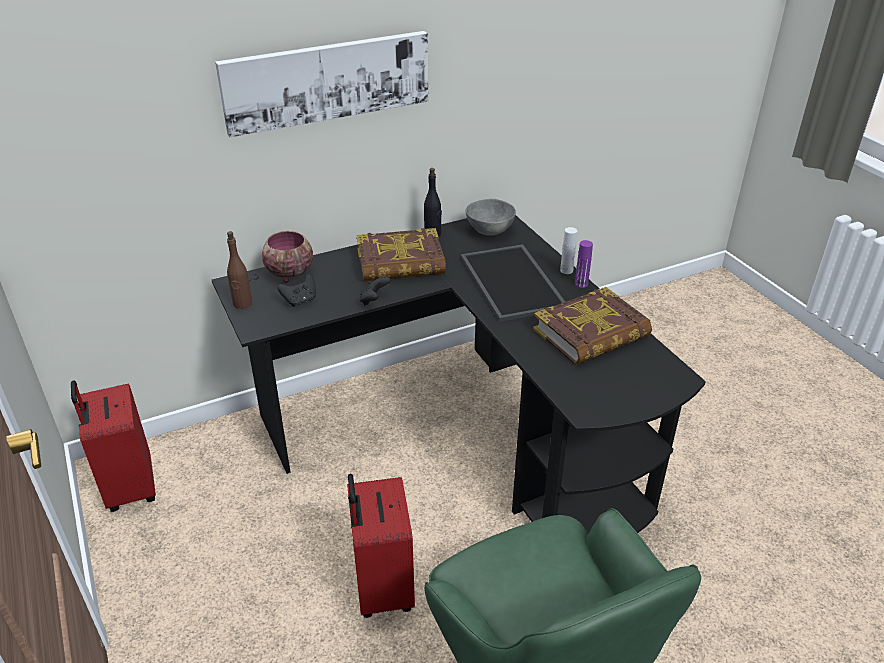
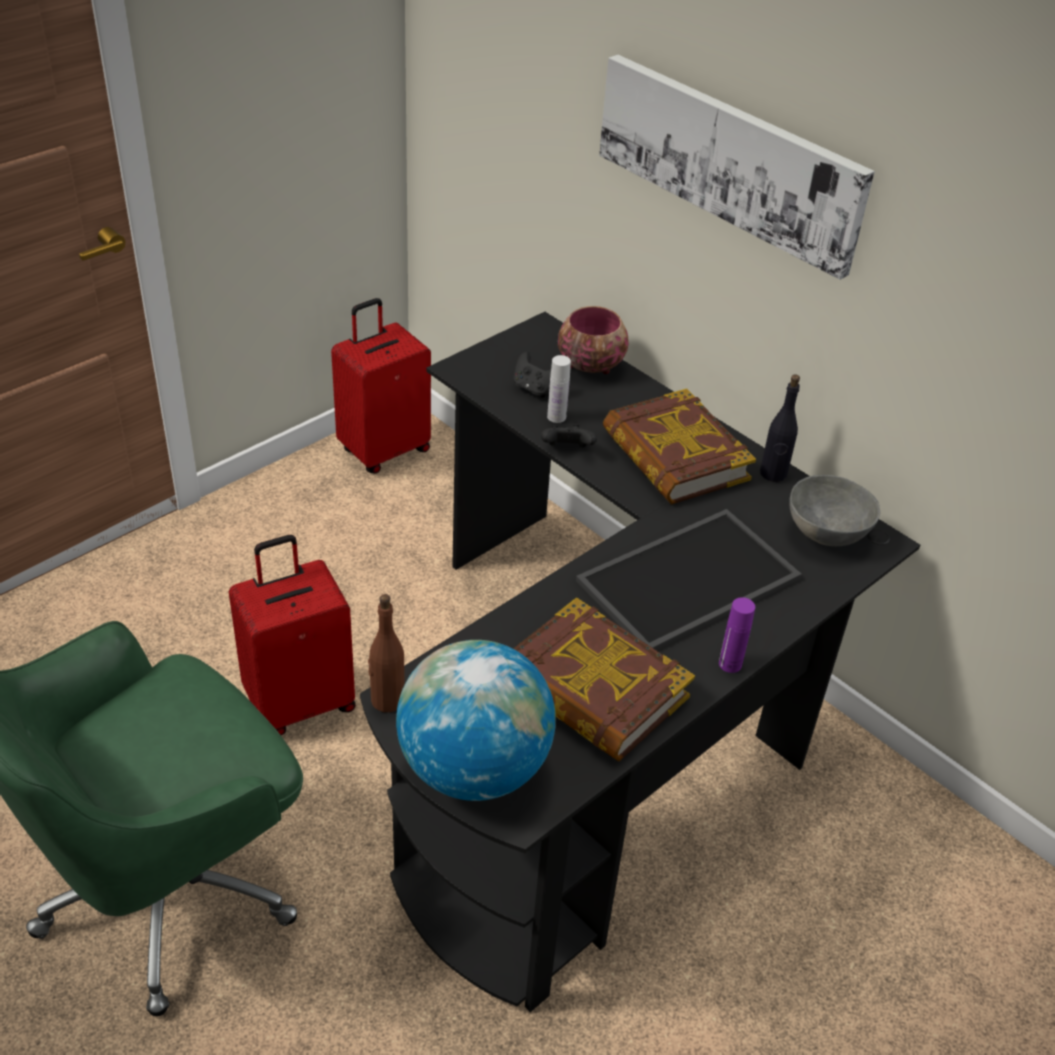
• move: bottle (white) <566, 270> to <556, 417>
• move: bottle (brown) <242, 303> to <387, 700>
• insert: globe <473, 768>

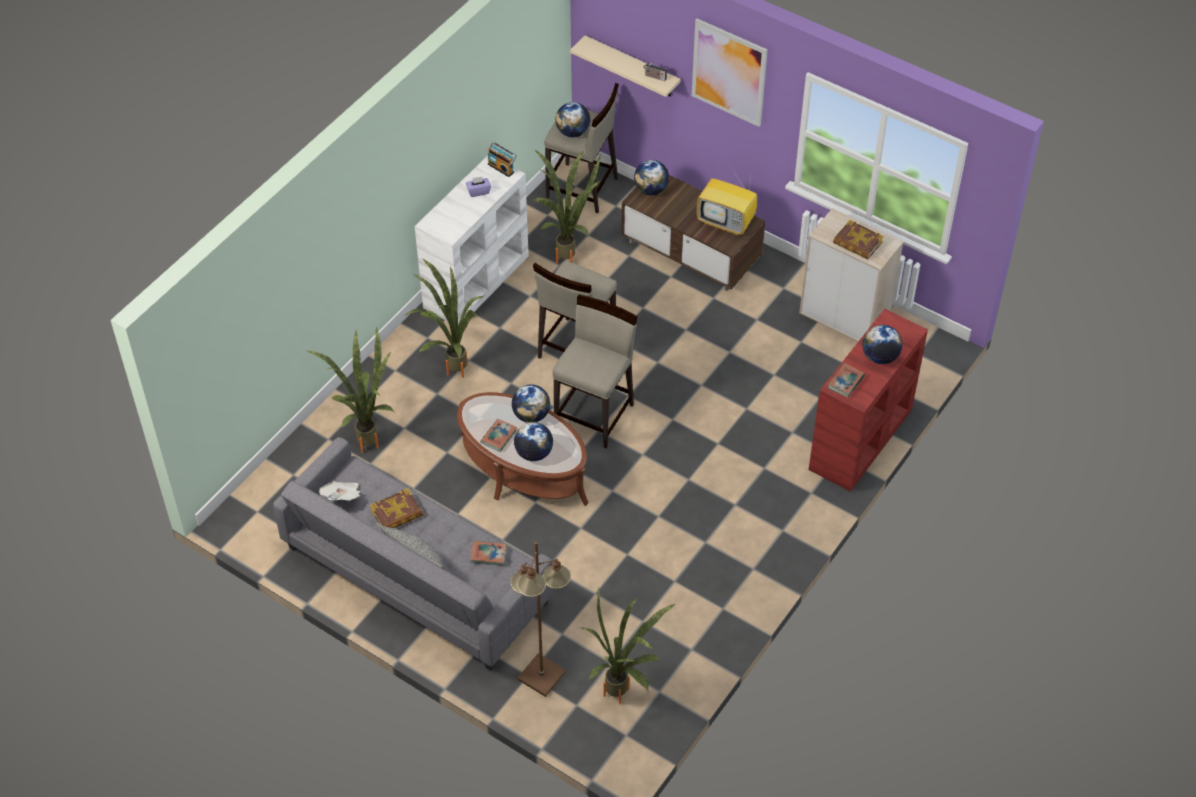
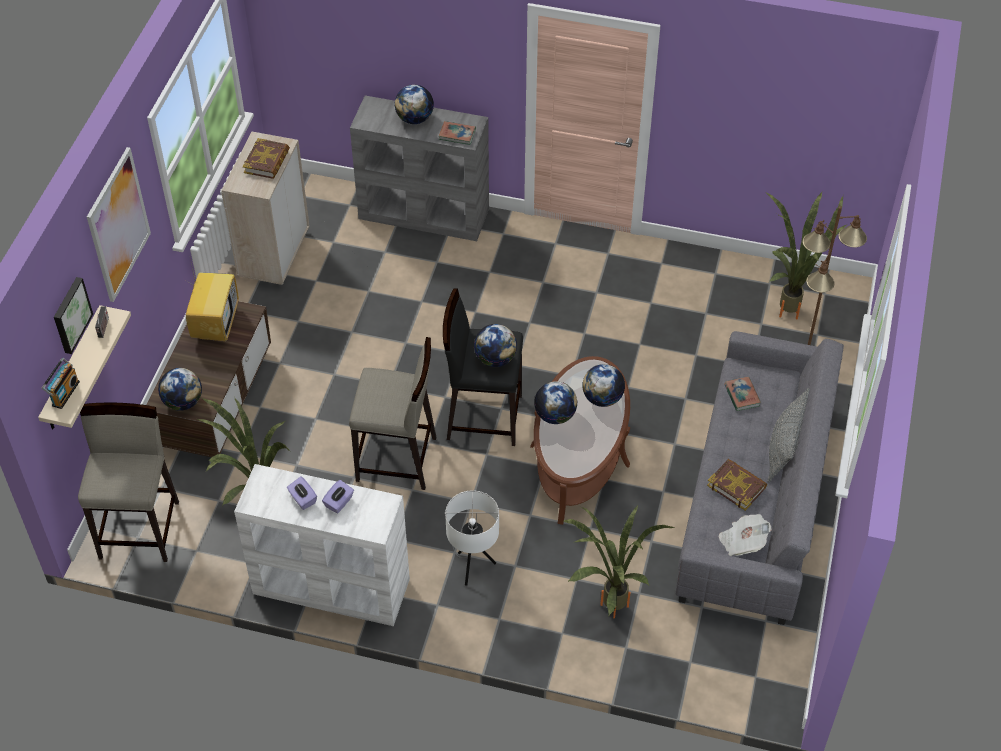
• move: globe <572, 132> to <495, 359>
• move: radio <502, 168> to <64, 393>
• replace: potted plant <451, 367> to table lamp (white) <472, 565>
• recolor: stool (beige) <595, 415> to stool (black) <483, 416>
• recolor: bookcase (red) <861, 440> to bookcase (grey) <424, 213>
• delete: book <498, 437>
• insert: picture <70, 315>
• insert: tissue box (purple) <339, 502>

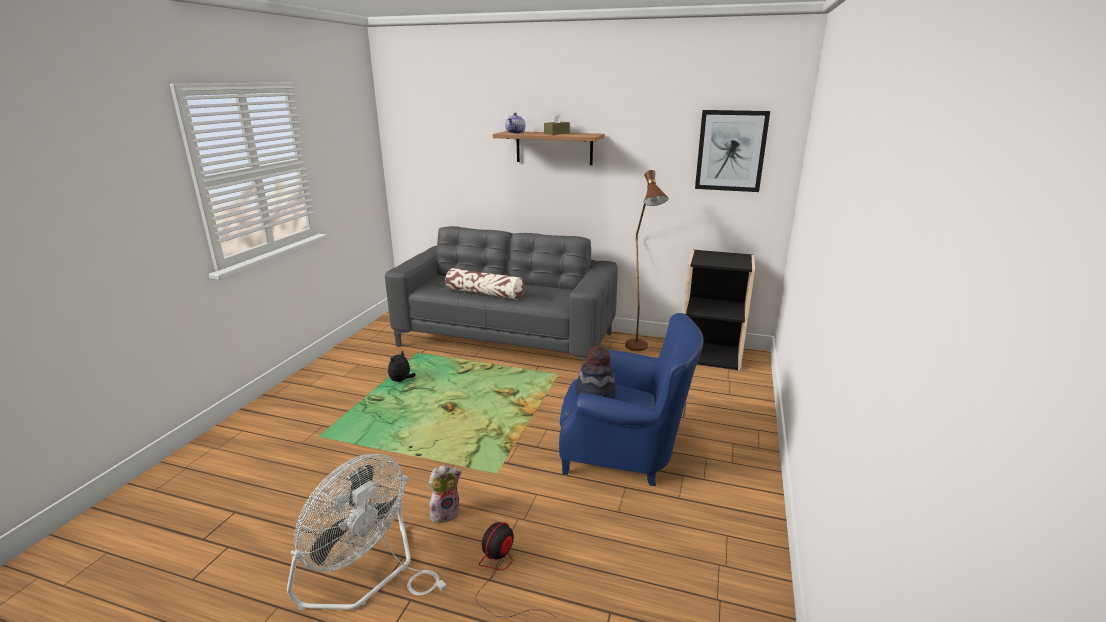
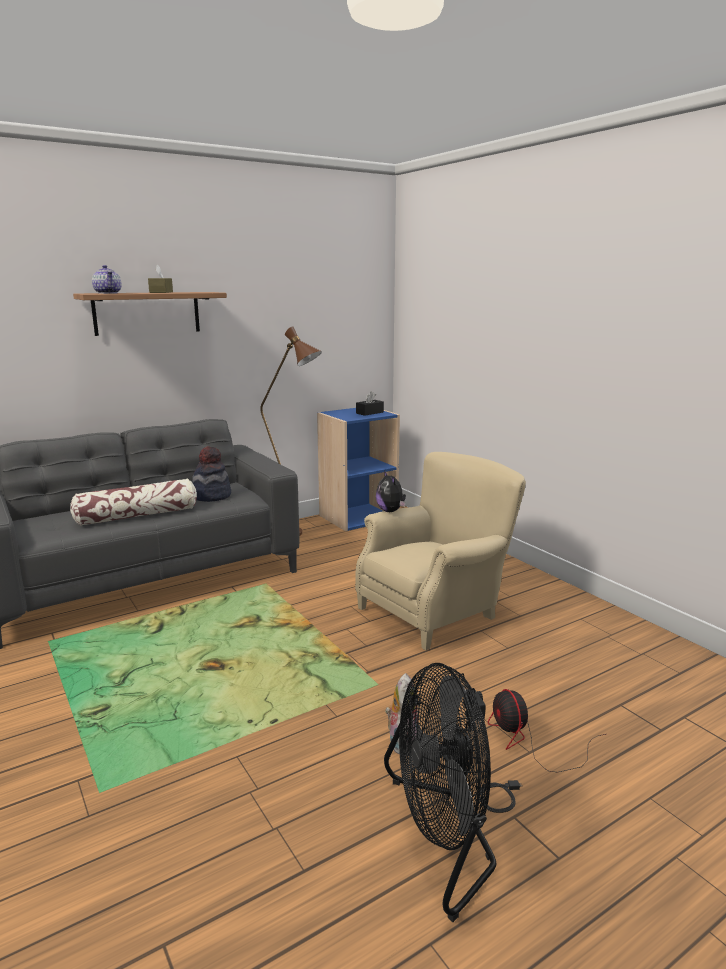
• delete: picture <731, 151>
• recolor: bookcase (black) <711, 354> to bookcase (blue) <358, 517>
• recolor: armchair (blue) <624, 452> to armchair (beige) <435, 609>
• move: hat <595, 394> to <211, 496>
• move: plush toy <401, 380> to <391, 511>
• recolor: fan (white) <375, 574> to fan (black) <450, 830>
• insert: tissue box (black) <369, 413>

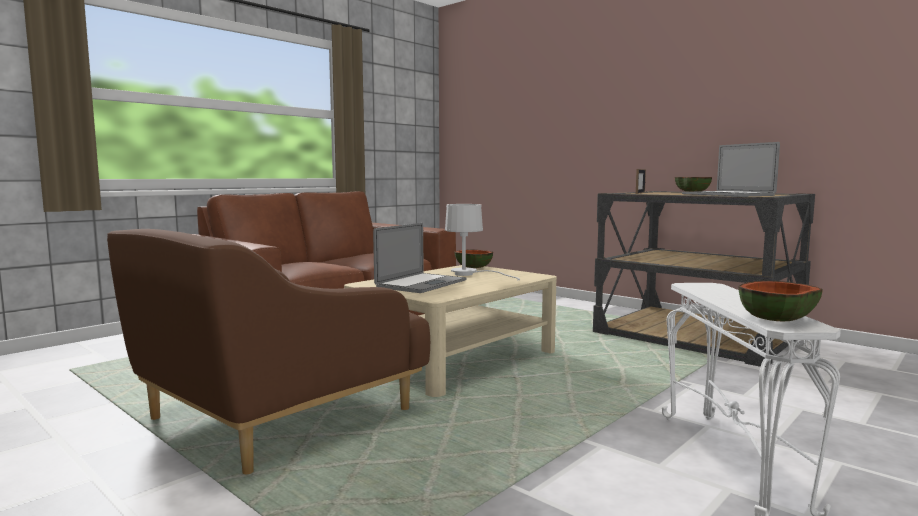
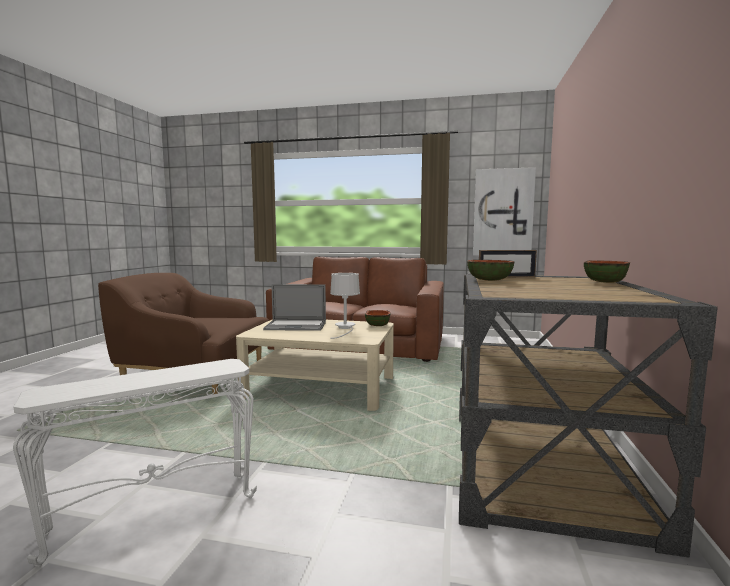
• delete: laptop <727, 195>
• move: bowl <777, 319> to <489, 280>
• insert: picture <503, 212>

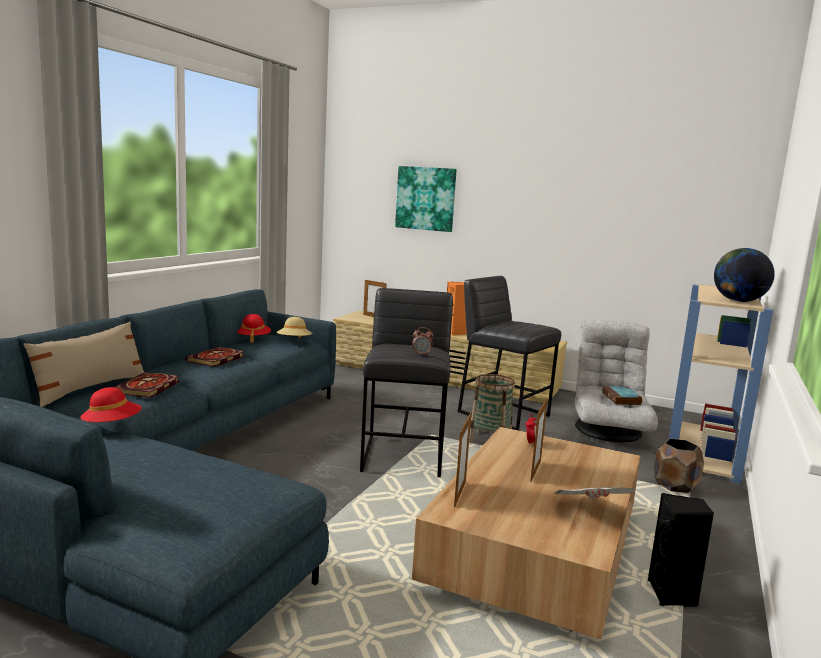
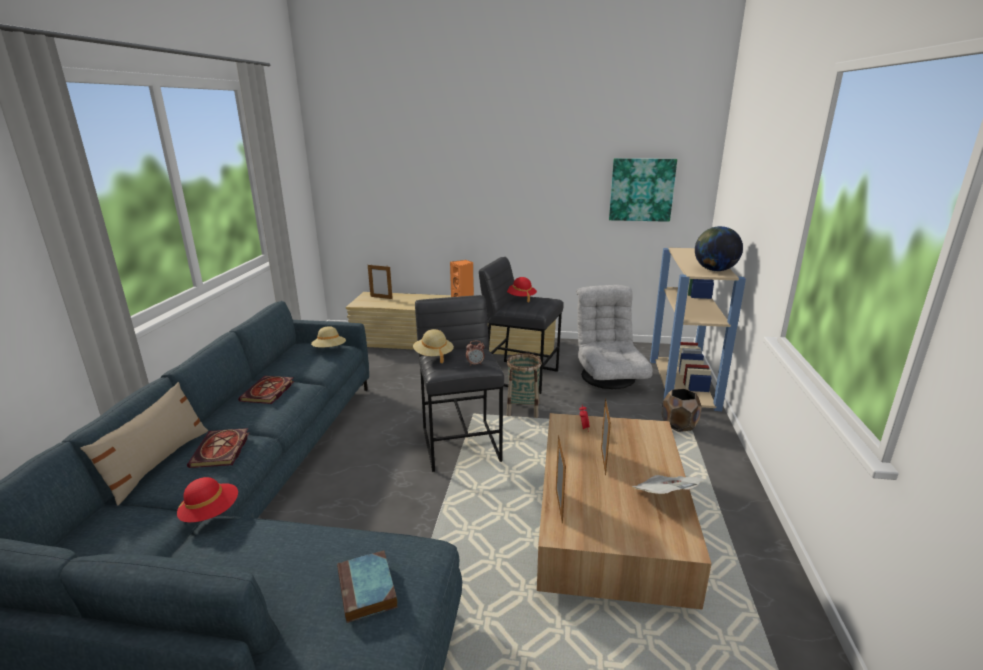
• move: picture <426, 198> to <641, 189>
• move: hat (red) <252, 338> to <520, 297>
• move: book <622, 399> to <368, 590>
• delete: speaker (black) <672, 596>
• insert: hat (beige) <433, 355>

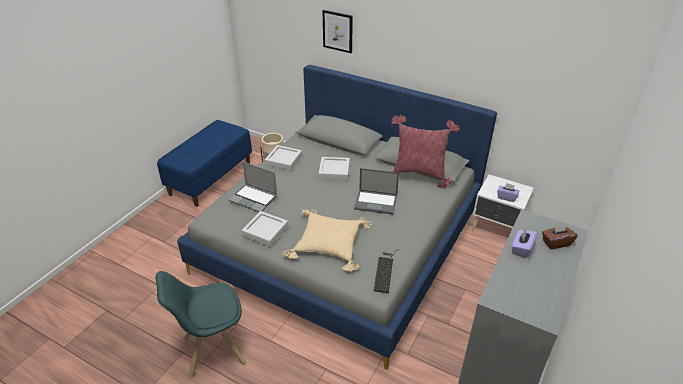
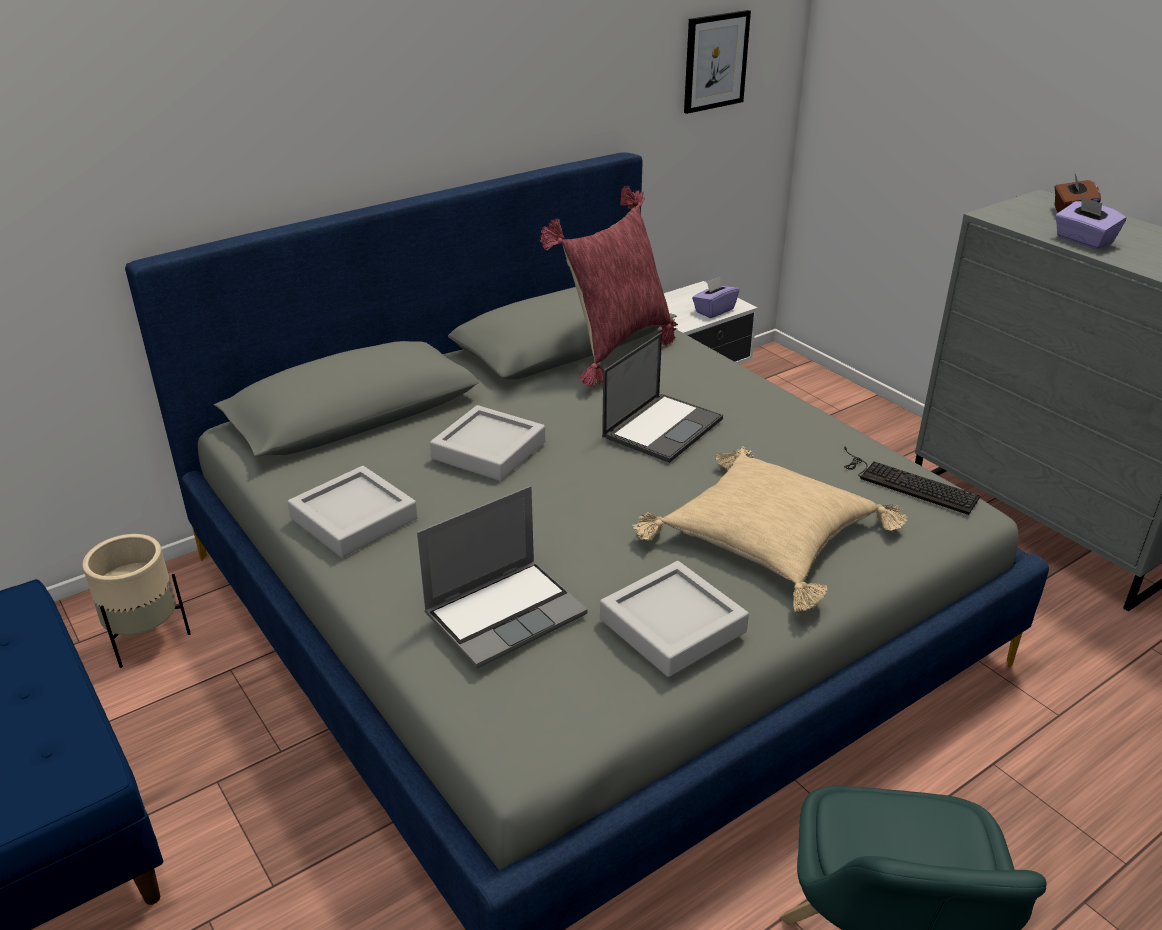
• move: picture <337, 31> to <715, 61>

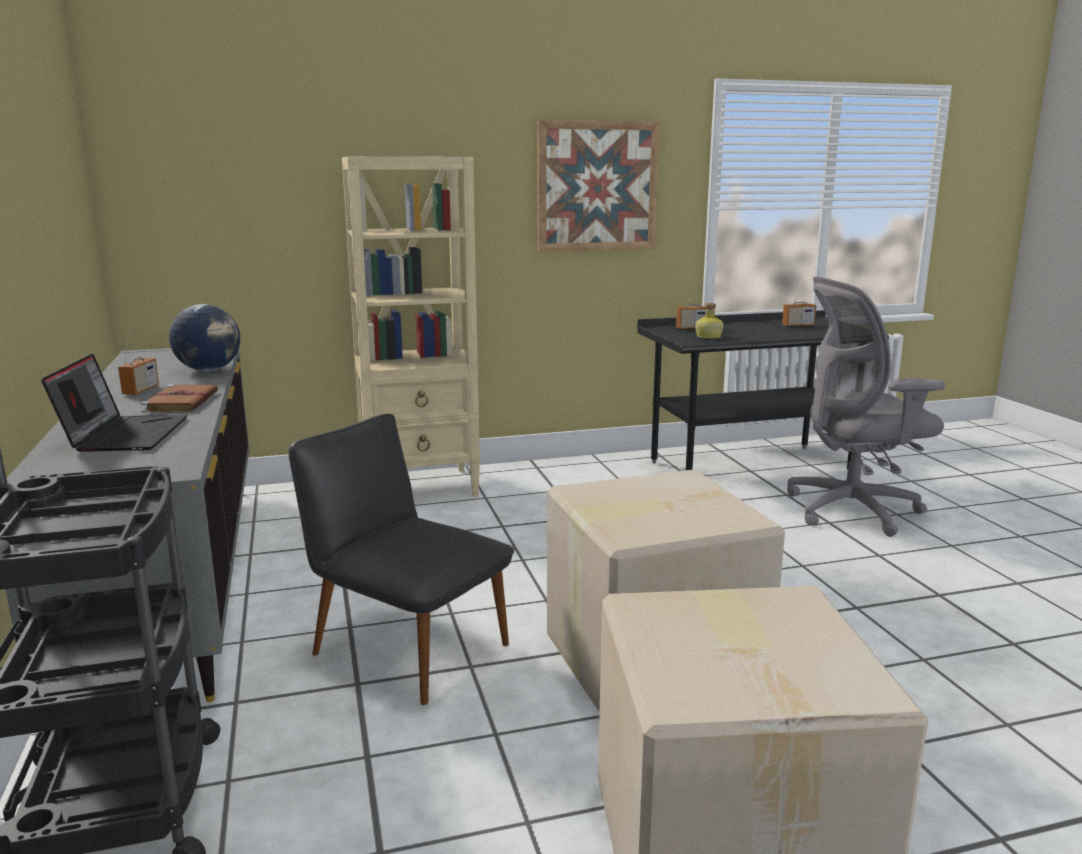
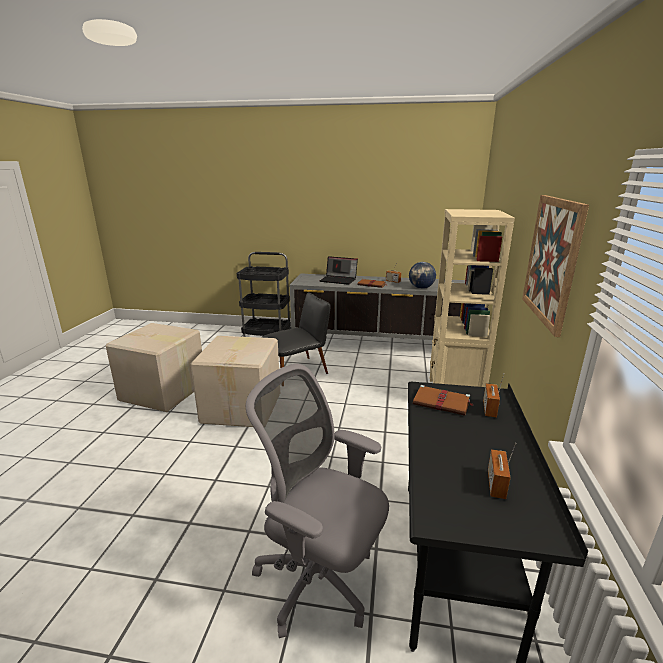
• rotate: office chair (grey) <858, 508> = <323, 580> 75 degrees counterclockwise
• replace: bottle <708, 337> to book (brown) <442, 402>

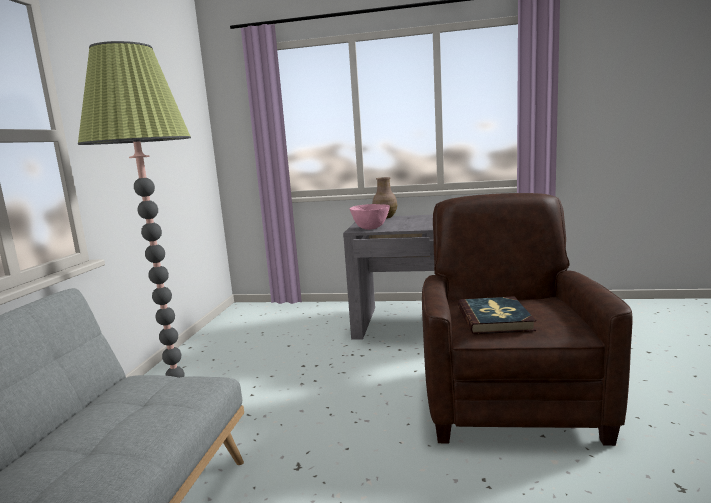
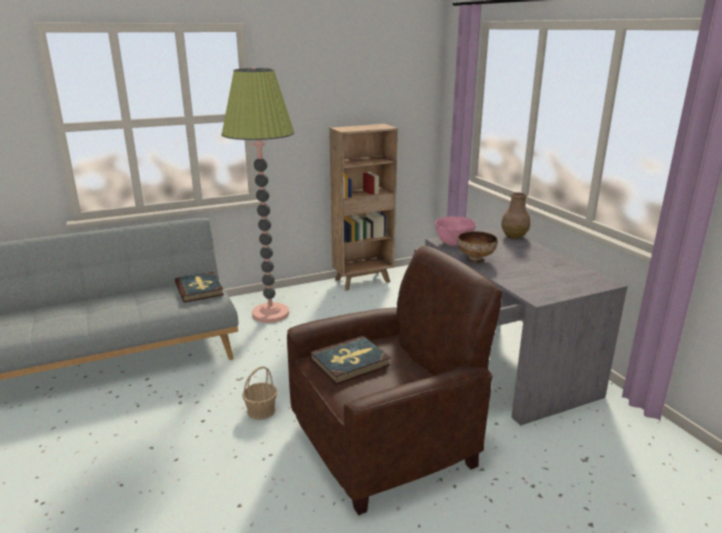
• insert: bookcase (brown) <363, 280>
• insert: bowl <476, 260>
• insert: book <199, 289>
• insert: basket <261, 411>

